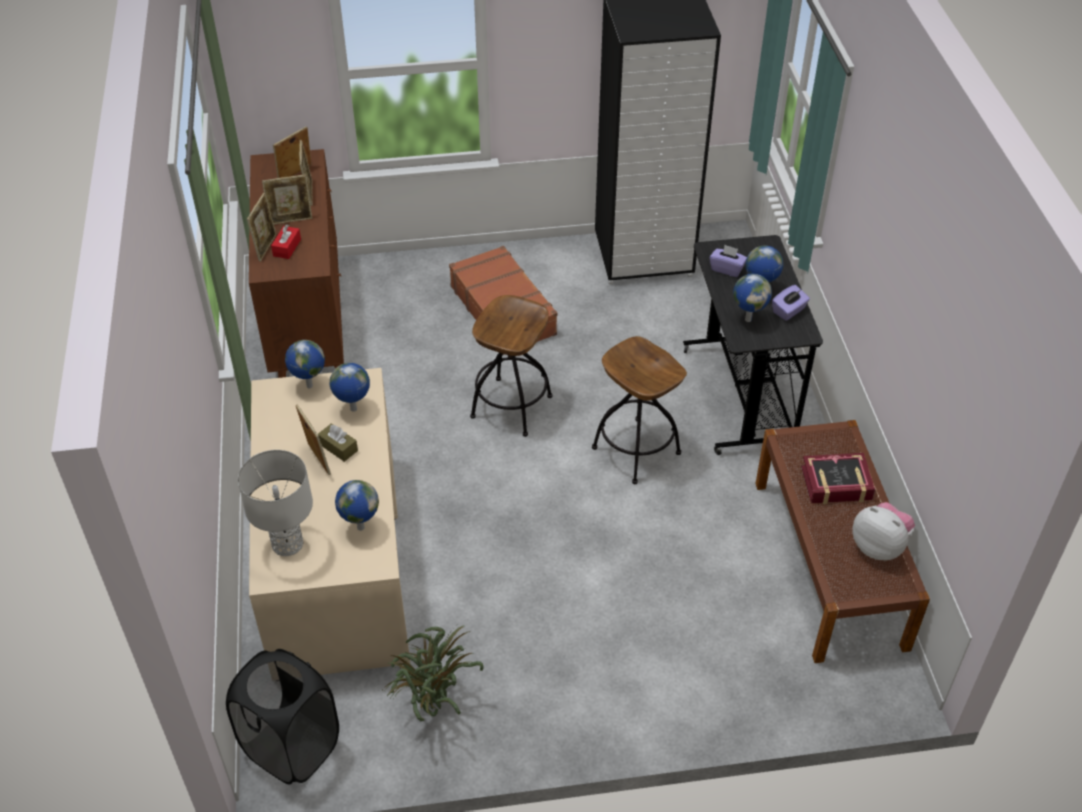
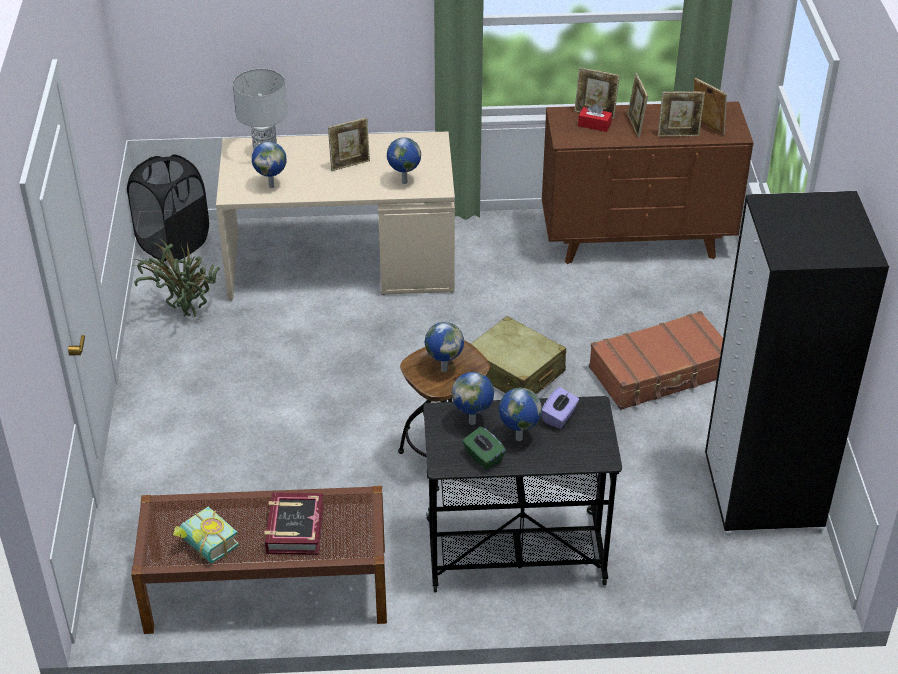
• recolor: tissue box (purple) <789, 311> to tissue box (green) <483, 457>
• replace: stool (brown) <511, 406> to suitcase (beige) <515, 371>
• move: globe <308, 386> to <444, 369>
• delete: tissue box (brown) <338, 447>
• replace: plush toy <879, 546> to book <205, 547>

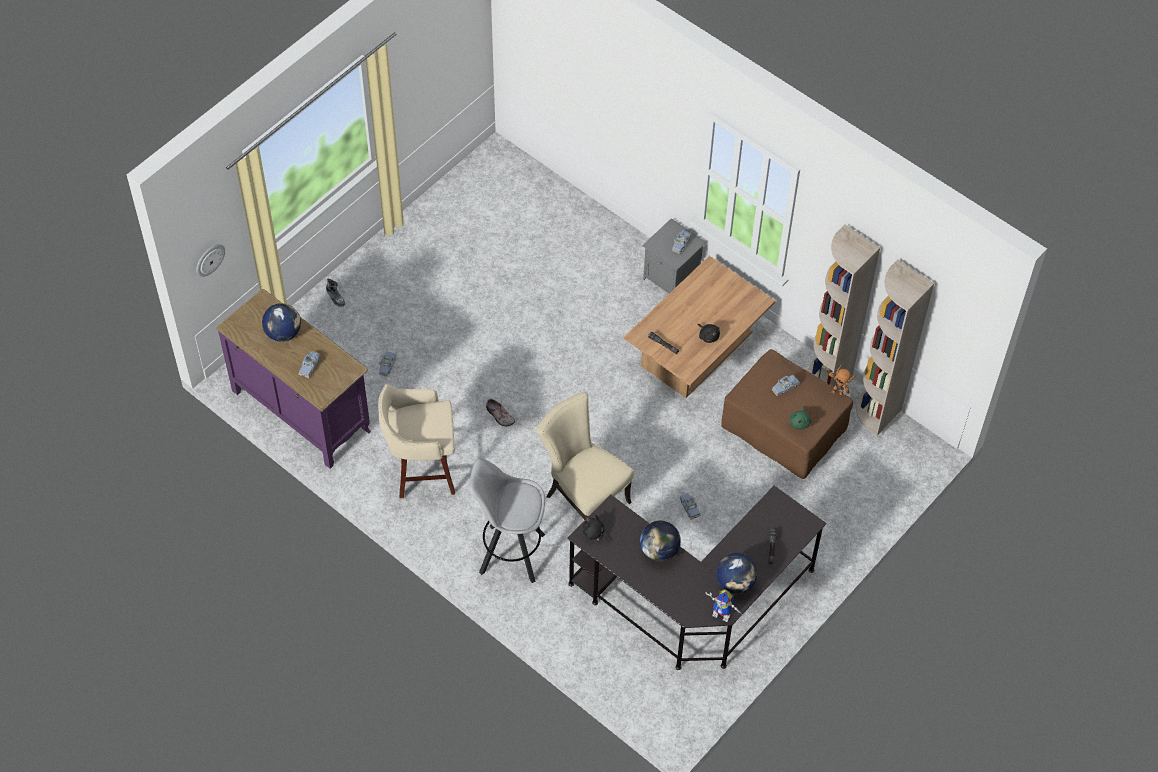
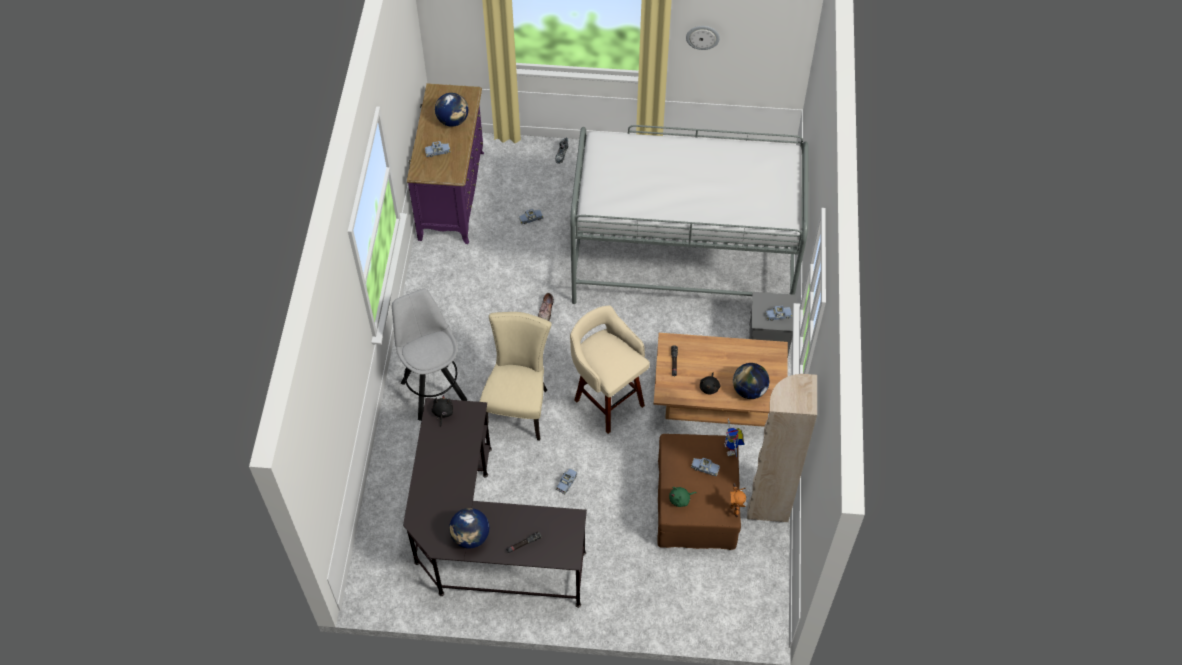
• move: wall clock <209, 259> to <702, 37>
• delete: bookcase (beige) <874, 414>
• move: stool (beige) <422, 473> to <607, 401>
• move: globe <659, 550> to <749, 390>
• move: toy robot <723, 613> to <732, 449>
• insert: bed (grey) <680, 262>

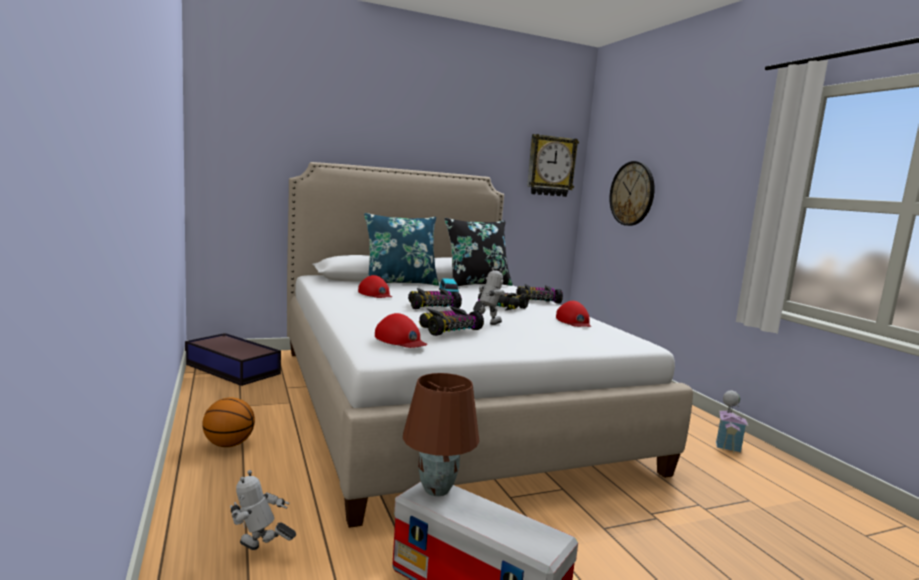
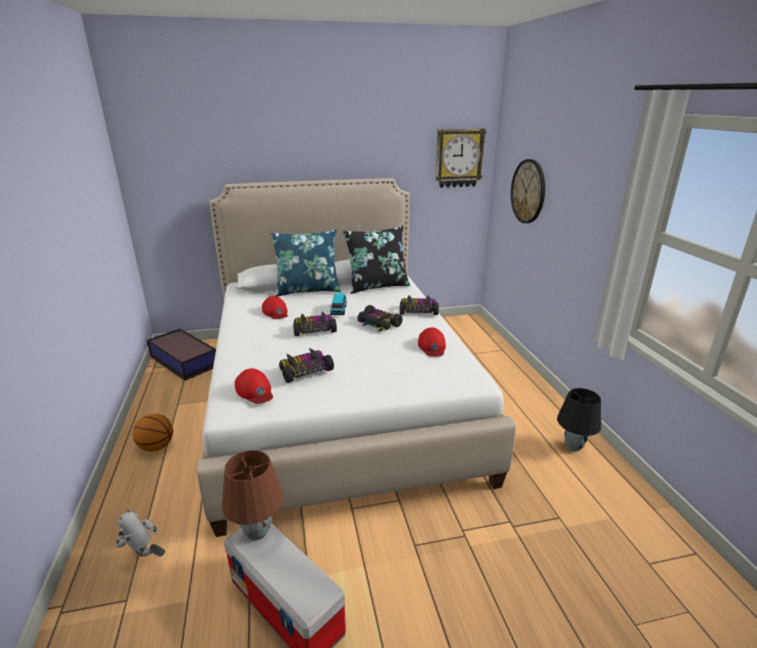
• delete: toy robot <486, 324>
• replace: toy house <727, 442> to table lamp (black) <573, 446>

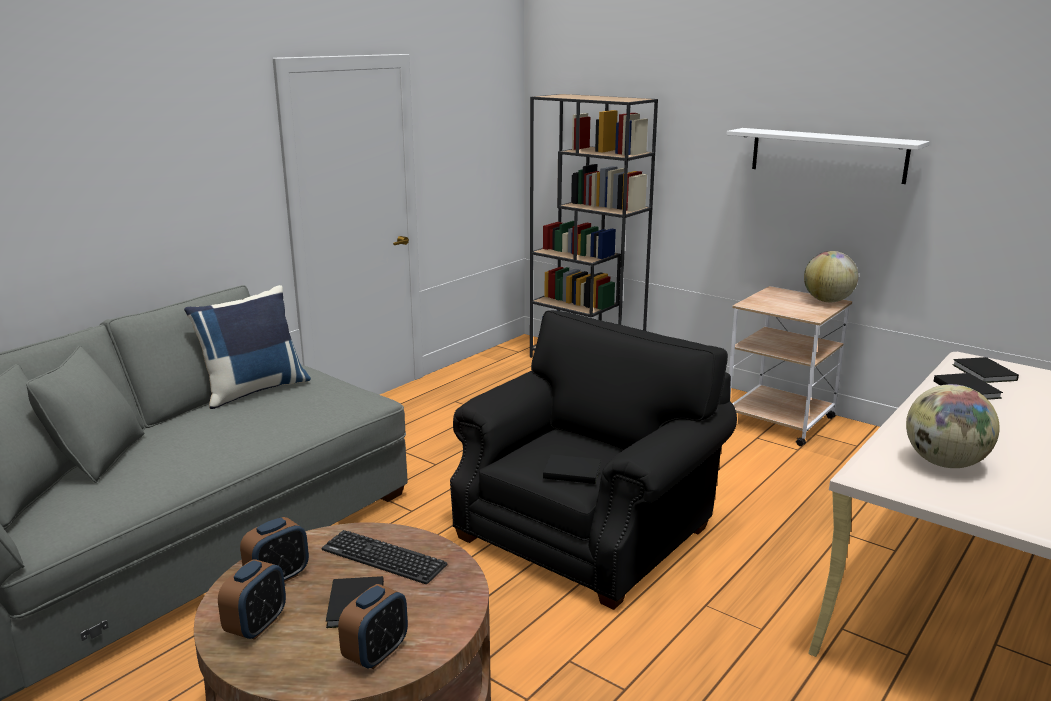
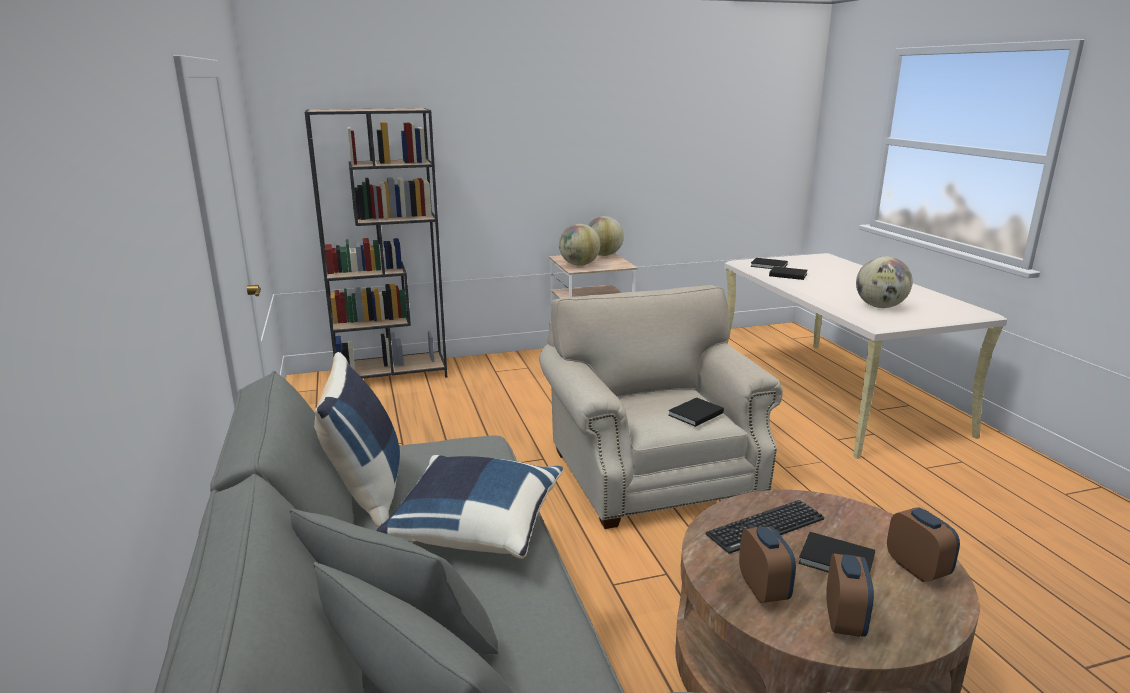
• delete: shelf (white) <827, 155>
• recolor: armchair (black) <589, 528> to armchair (beige) <651, 470>
• rotate: alarm clock <256, 626> = <844, 621> 45 degrees clockwise
• insert: globe <579, 265>
• insert: pillow (blue) <476, 527>

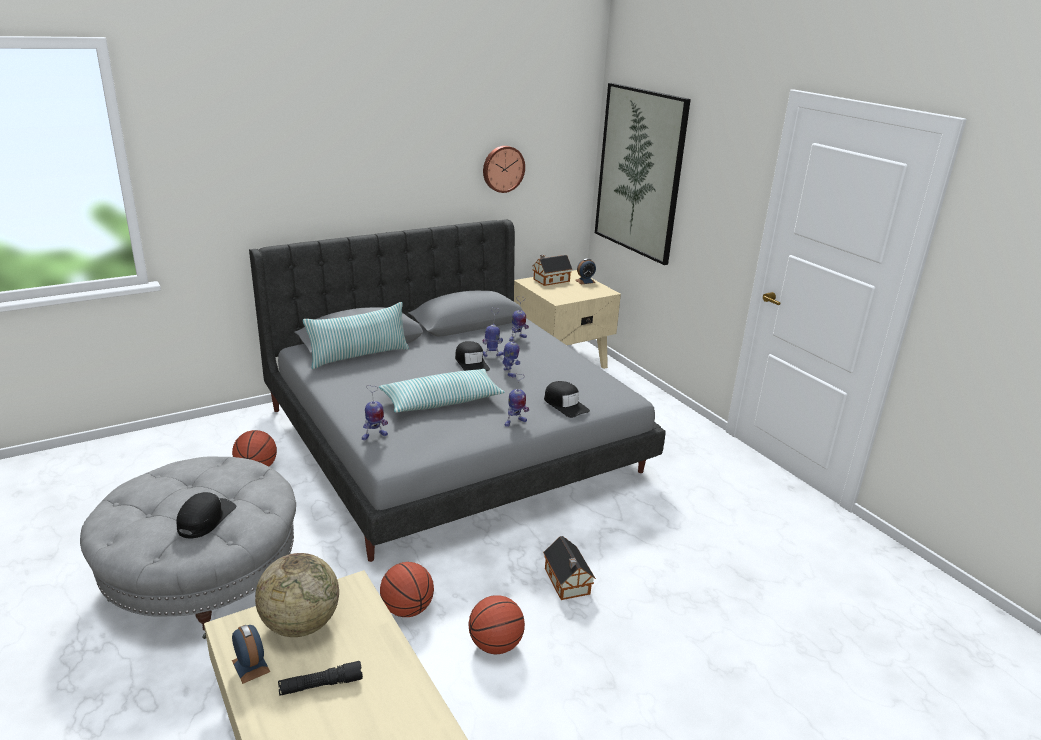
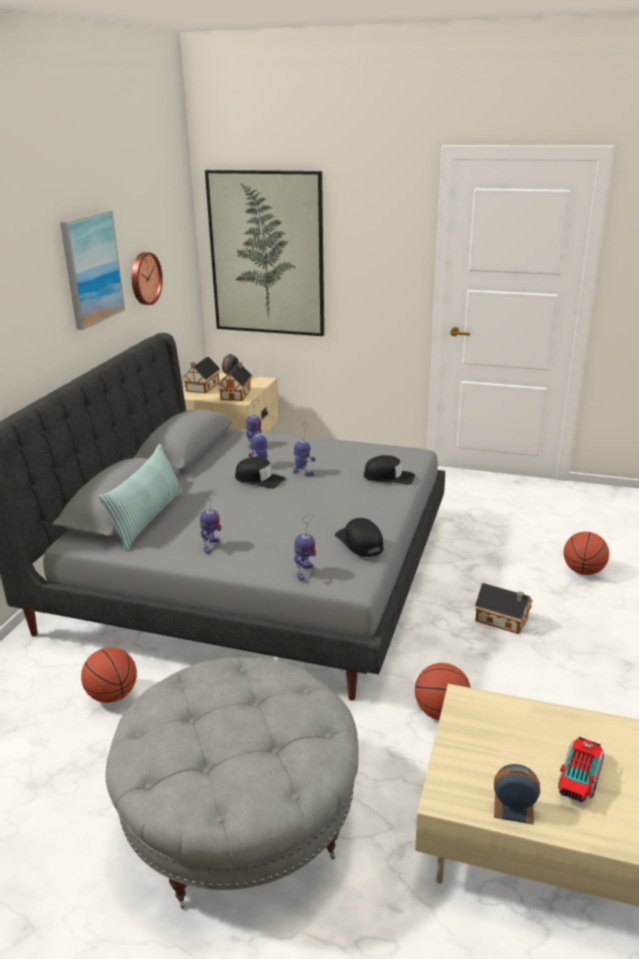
• delete: pillow <442, 401>
• move: toy robot <515, 422> to <211, 546>
• move: cap (black) <205, 519> to <359, 542>
• delete: globe <300, 624>
• move: basketball <495, 645> to <583, 571>
• replace: flashlight (black) <321, 685> to toy truck <579, 778>
• insert: picture <91, 269>
• insert: toy house <236, 394>

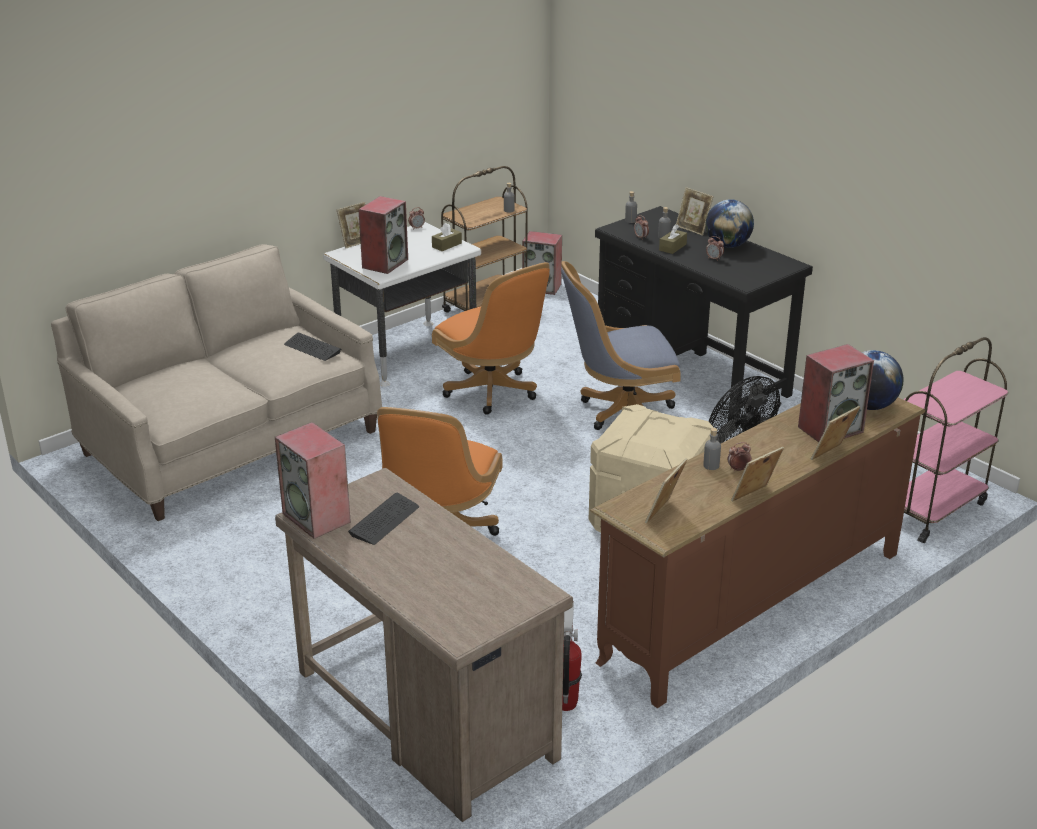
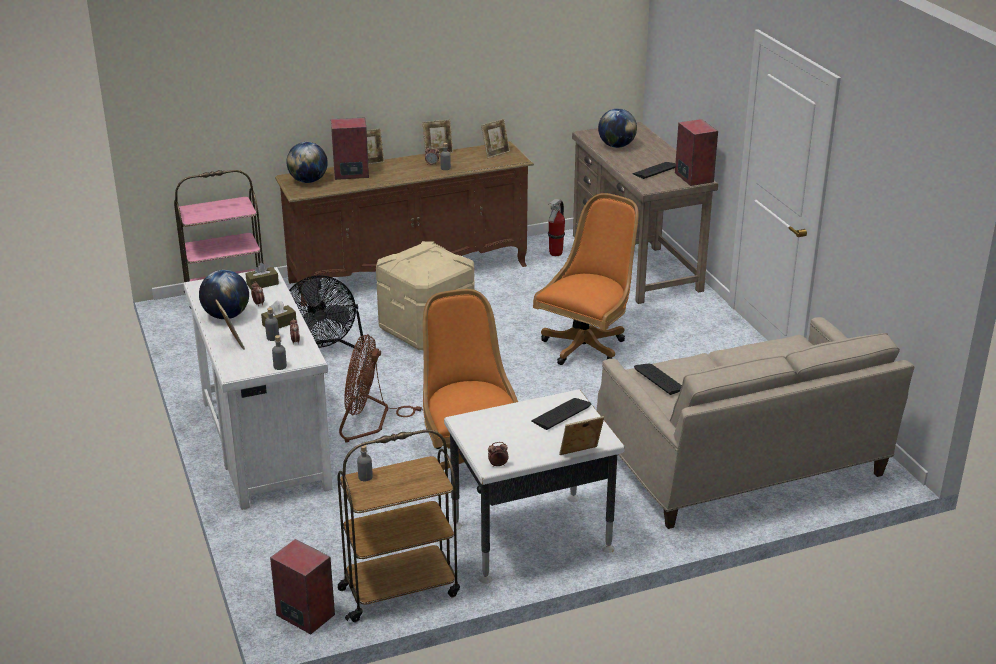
• replace: speaker <385, 263> to keyboard <561, 414>
• recolor: desk (black) <692, 374> to desk (white) <263, 444>
• move: tissue box (brown) <447, 245> to <262, 284>
• replace: office chair (blue) <618, 413> to fan (brown) <372, 417>
• insert: globe <616, 146>

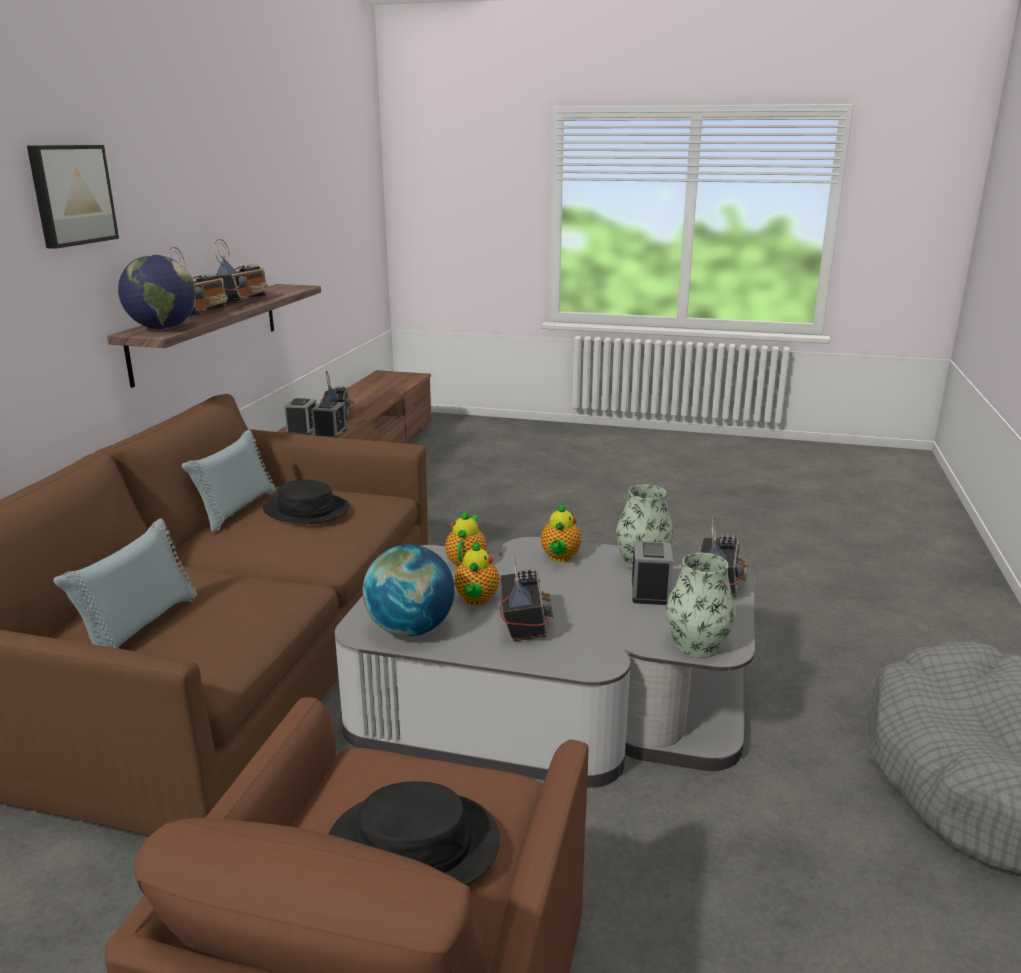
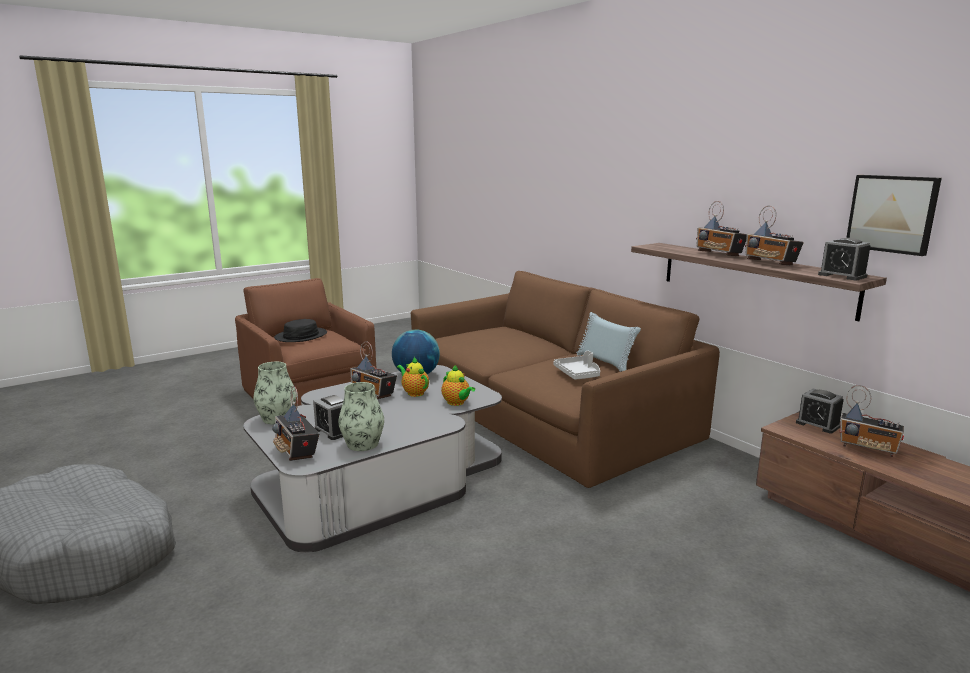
• move: picture <71, 195> to <892, 213>
• delete: globe <162, 328>
• move: alarm clock <330, 434> to <842, 275>
• replace: hat (black) <306, 509> to tray (grey) <578, 374>
• delete: teapot <560, 557>
• delete: pillow (blue) <139, 627>

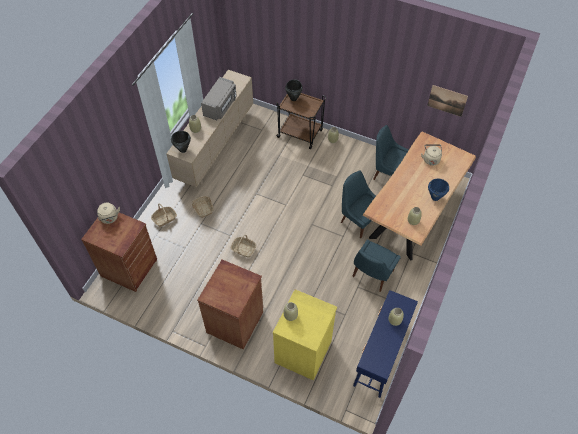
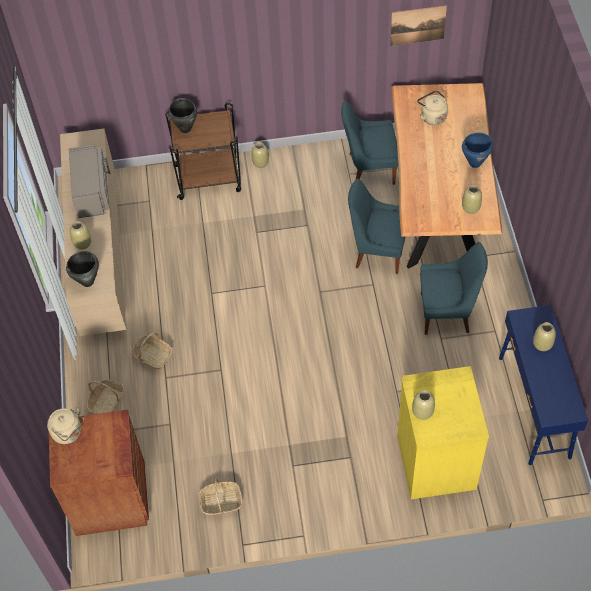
• move: basket <243, 249> to <221, 502>
• rotate: chair (blue) <372, 275> = <447, 313> 90 degrees counterclockwise
• delete: dresser (brown) <234, 321>

